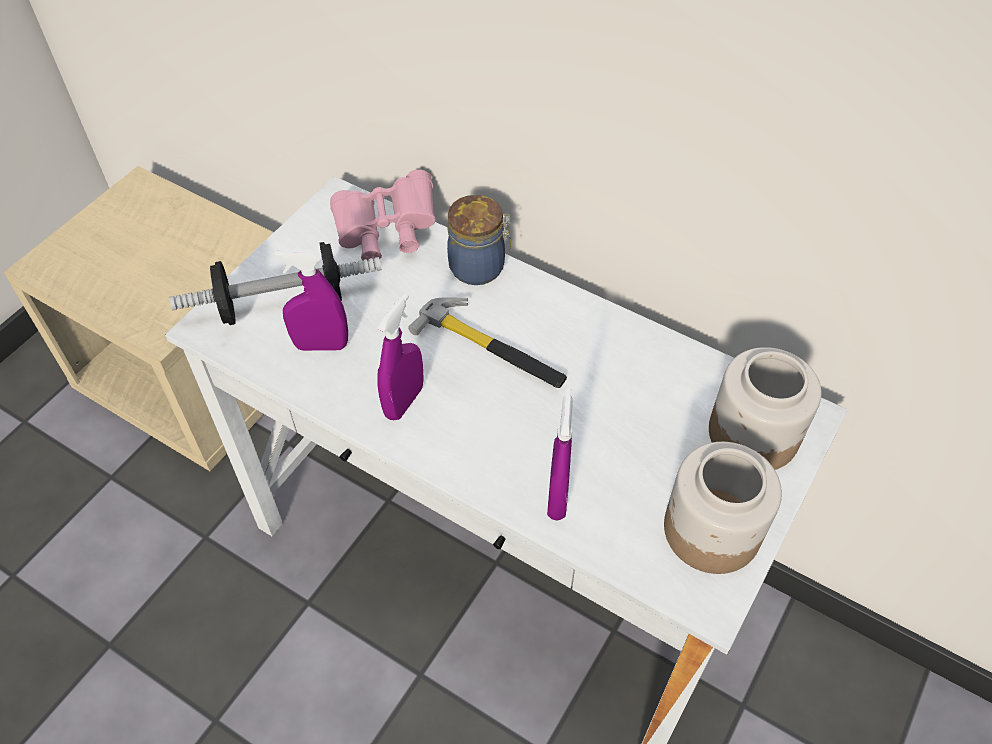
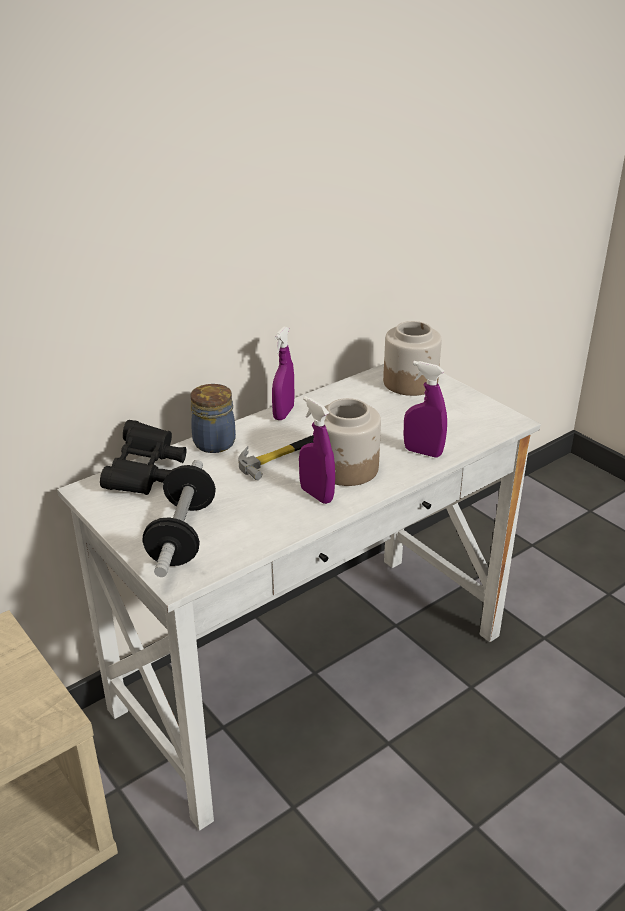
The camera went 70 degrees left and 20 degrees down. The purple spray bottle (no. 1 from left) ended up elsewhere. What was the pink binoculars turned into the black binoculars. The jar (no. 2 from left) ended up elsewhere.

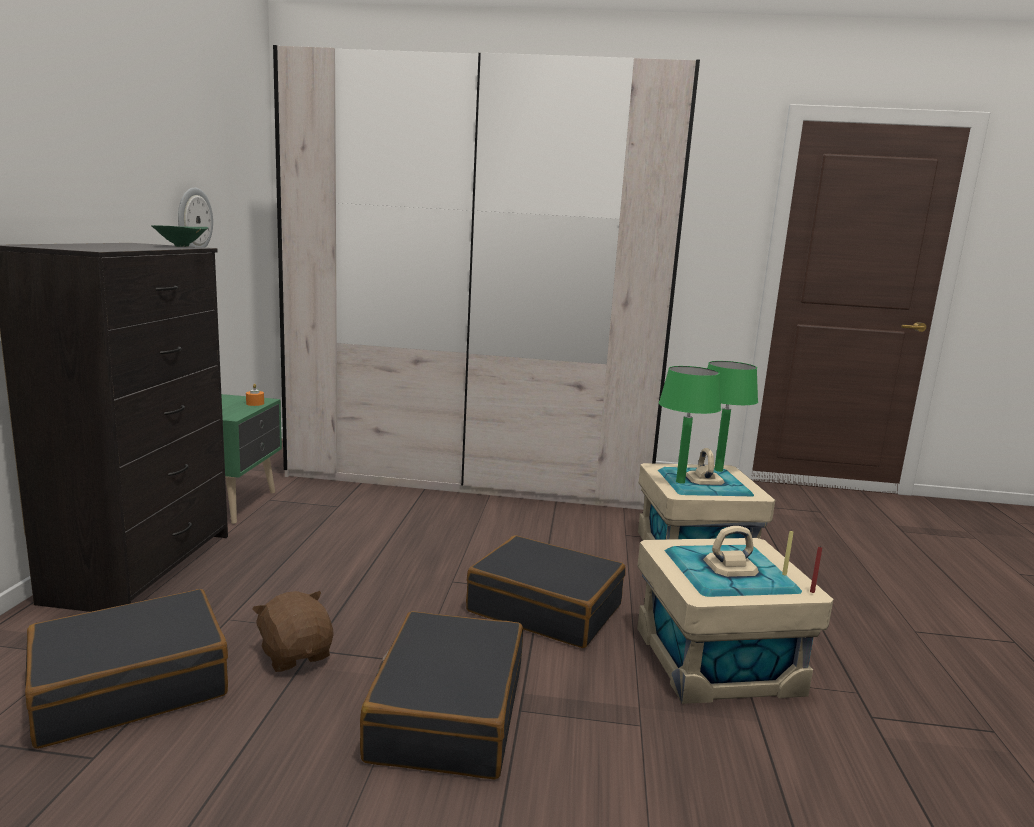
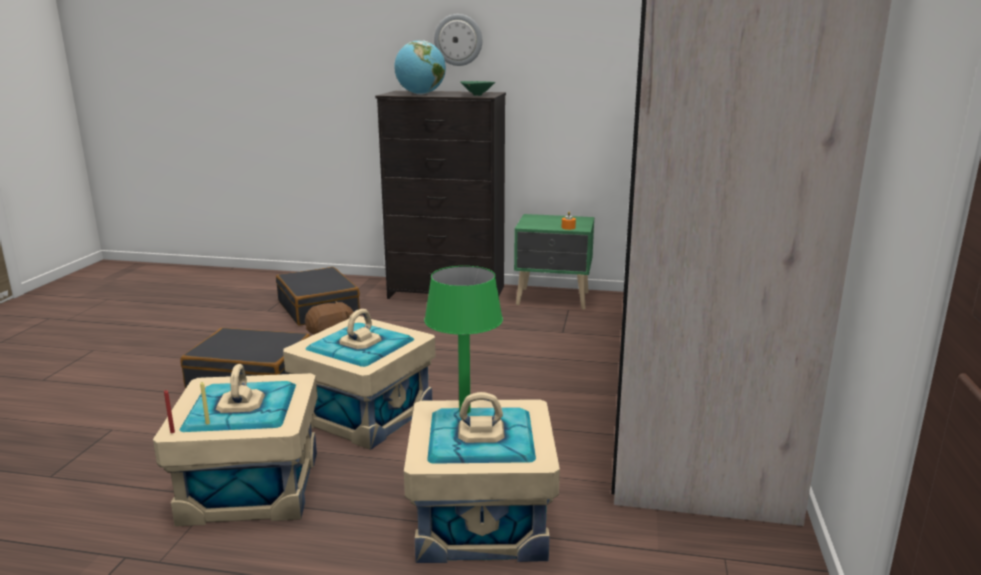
The camera went 95 degrees right and 5 degrees up. The wall clock ended up elsewhere. Where the black suitcase (no. 3 from left) stood, the beige storage box (no. 2 from left) came to stand. The second view lost the green table lamp (no. 2 from left). The second view gained the globe.

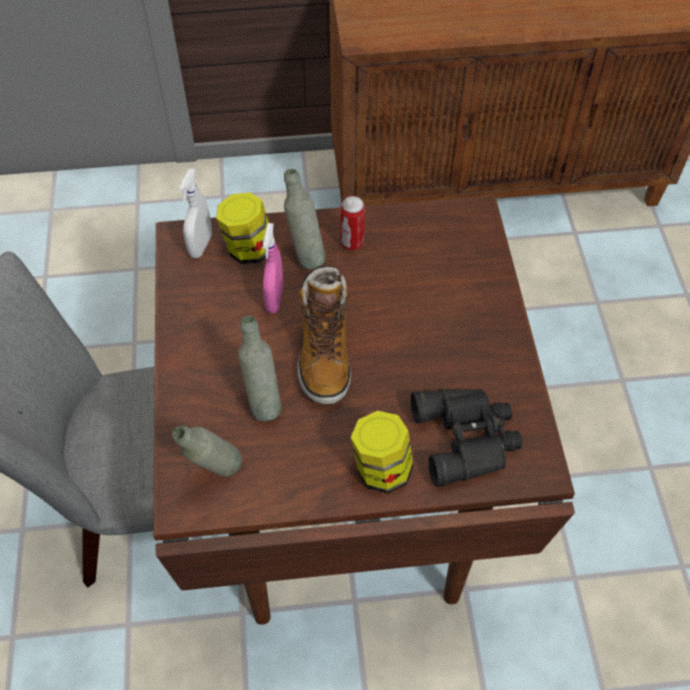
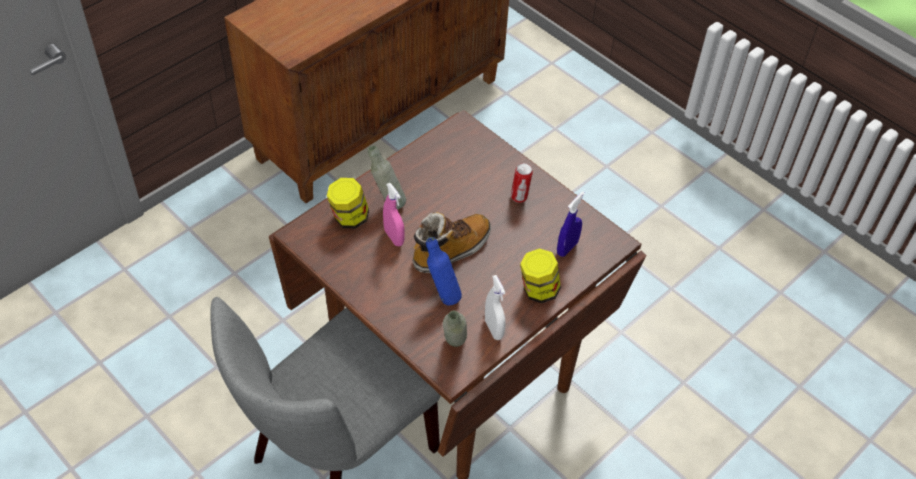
The camera went 40 degrees left and 5 degrees down. The white spray bottle ended up elsewhere. What was the grey bottle (no. 2 from left) turned into the blue bottle. The boot ended up facing another way, 90 degrees counterclockwise from before. The can ended up elsewhere. Where the black binoculars stood, the blue spray bottle came to stand.

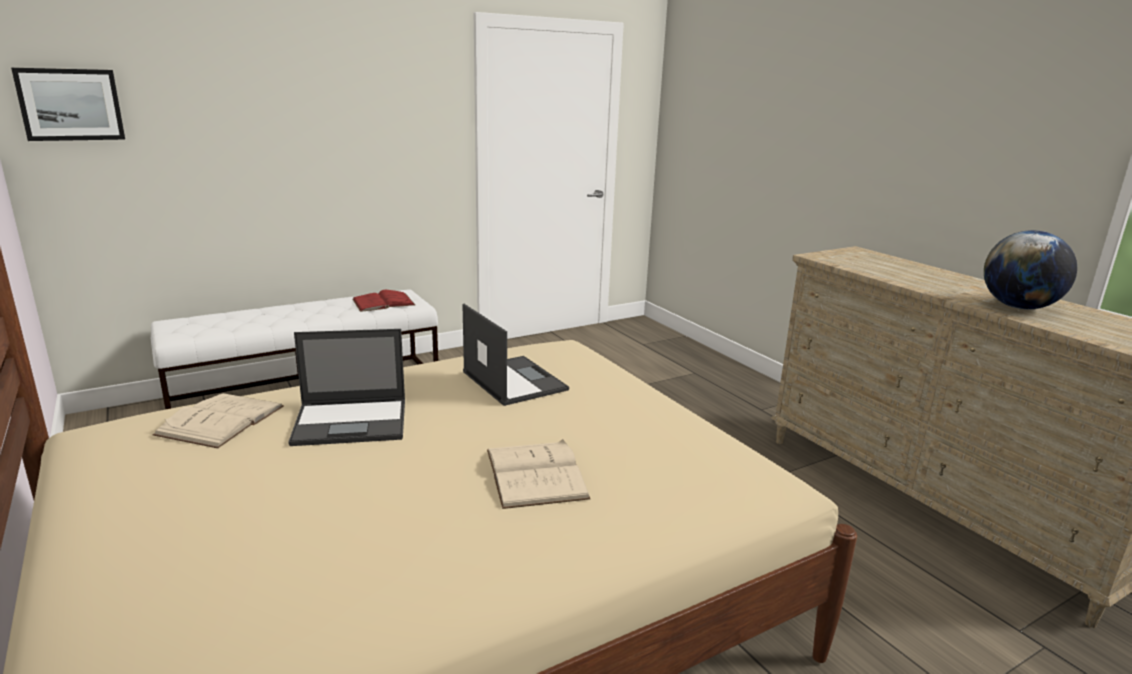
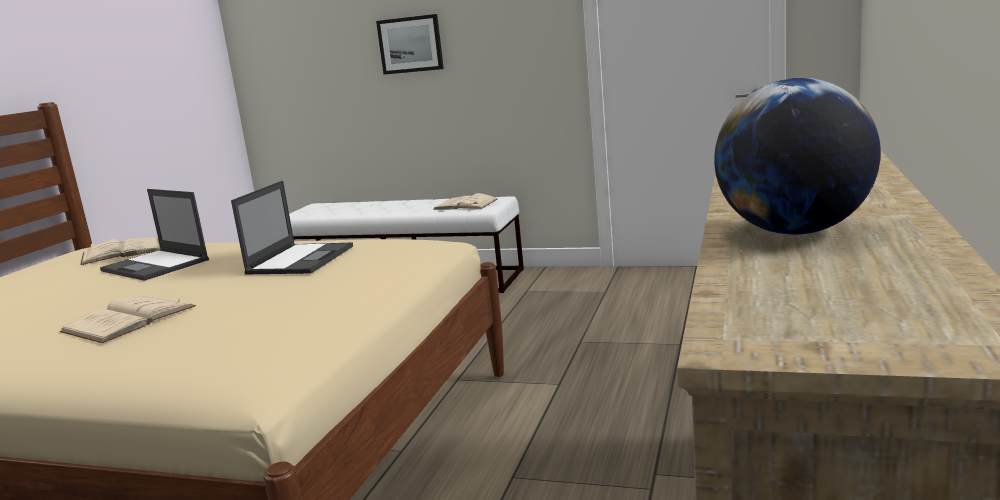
The camera went 50 degrees right and 5 degrees down. The picture ended up elsewhere. What was the red book turned into the beige book (no. 3 from left).

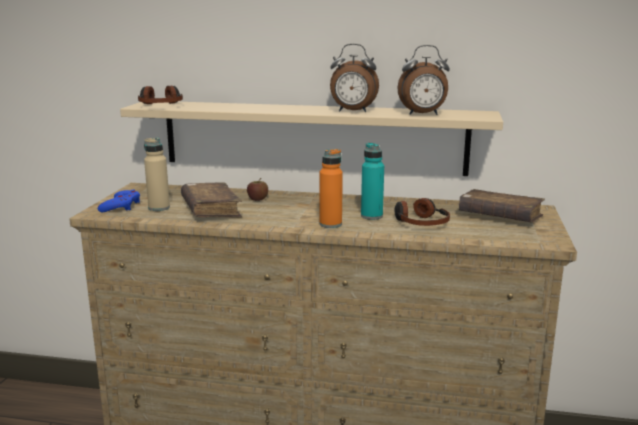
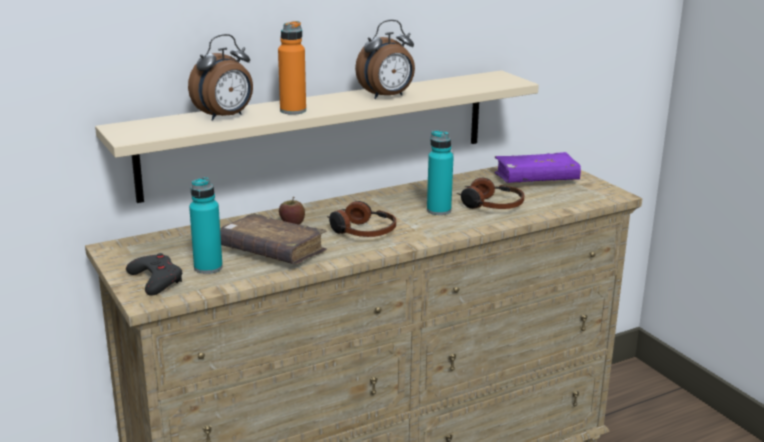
The camera went 40 degrees left and 5 degrees up. What was the blue game controller turned into the black game controller. The headphones (no. 1 from left) ended up elsewhere. What was the beige bottle turned into the turquoise bottle (no. 1 from left). The orange bottle ended up elsewhere. The alarm clock (no. 2 from left in the first image) ended up elsewhere. What was the brown book (no. 2 from left) turned into the purple book.

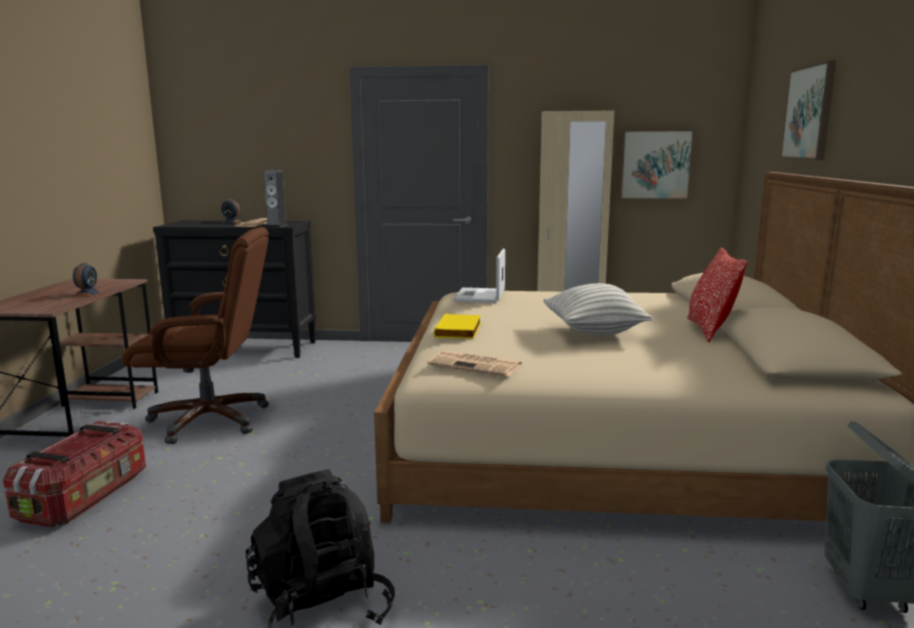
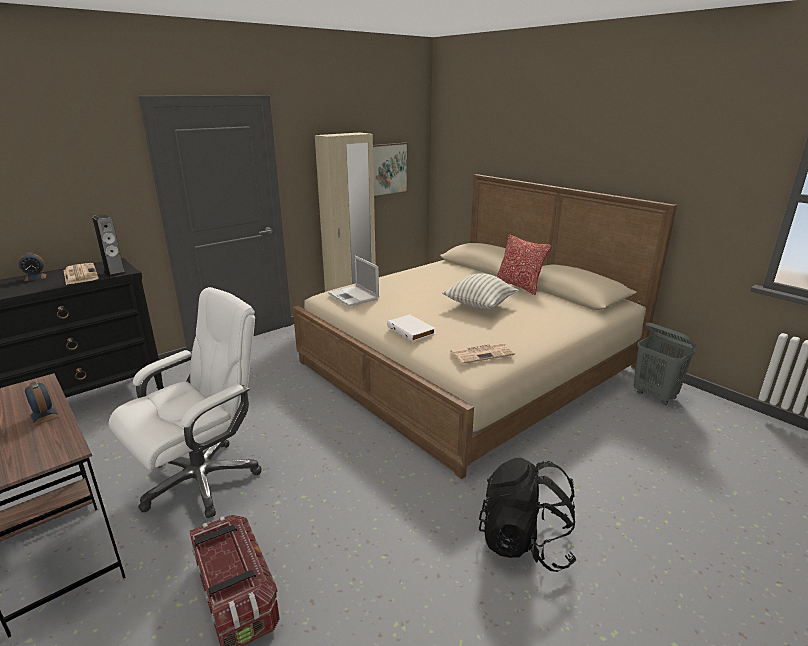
The camera went 45 degrees left and 10 degrees up. What was the brown office chair turned into the white office chair. What was the yellow book turned into the white book. The second view lost the picture (no. 2 from left).

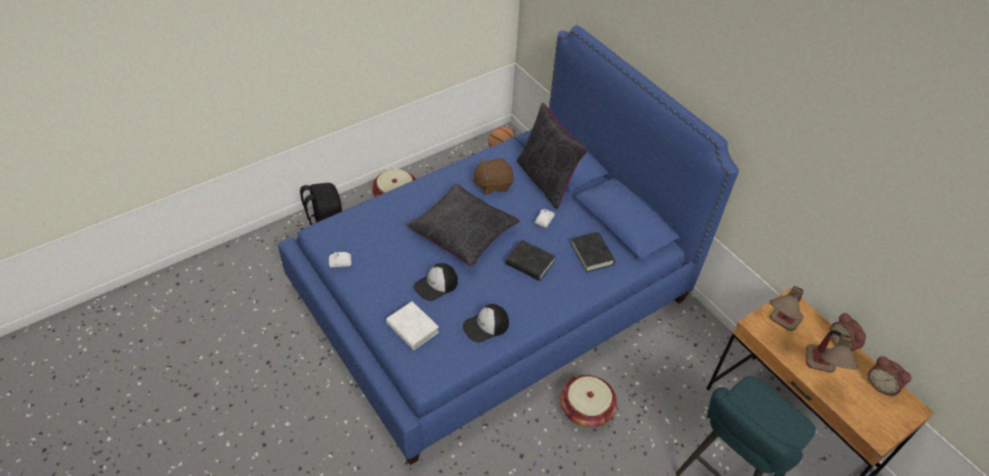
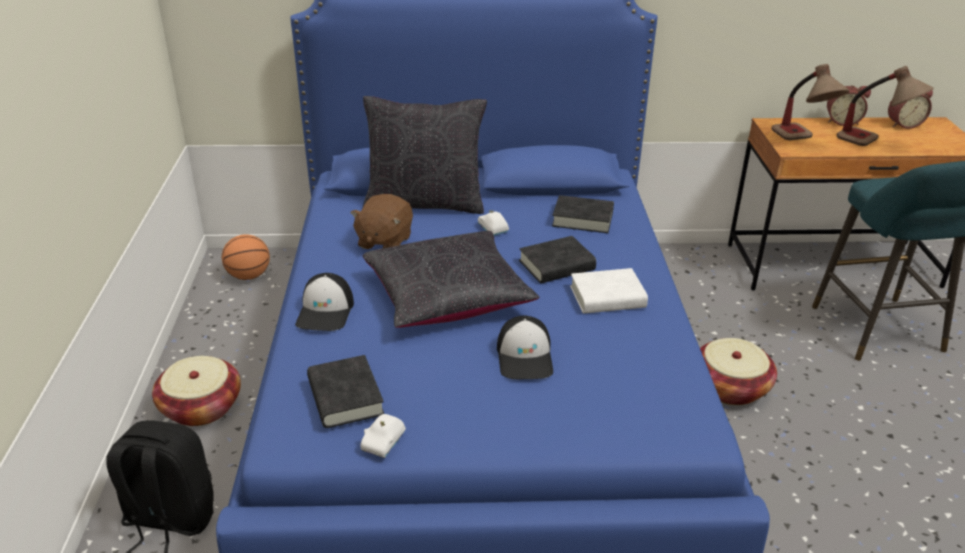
The camera went 55 degrees left and 15 degrees down. The white book ended up elsewhere. The cap (no. 2 from left in the first image) ended up elsewhere. The second view gained the black book (no. 1 from left).

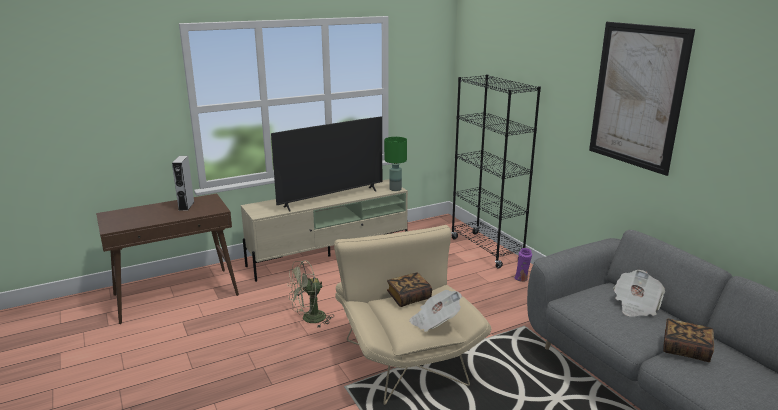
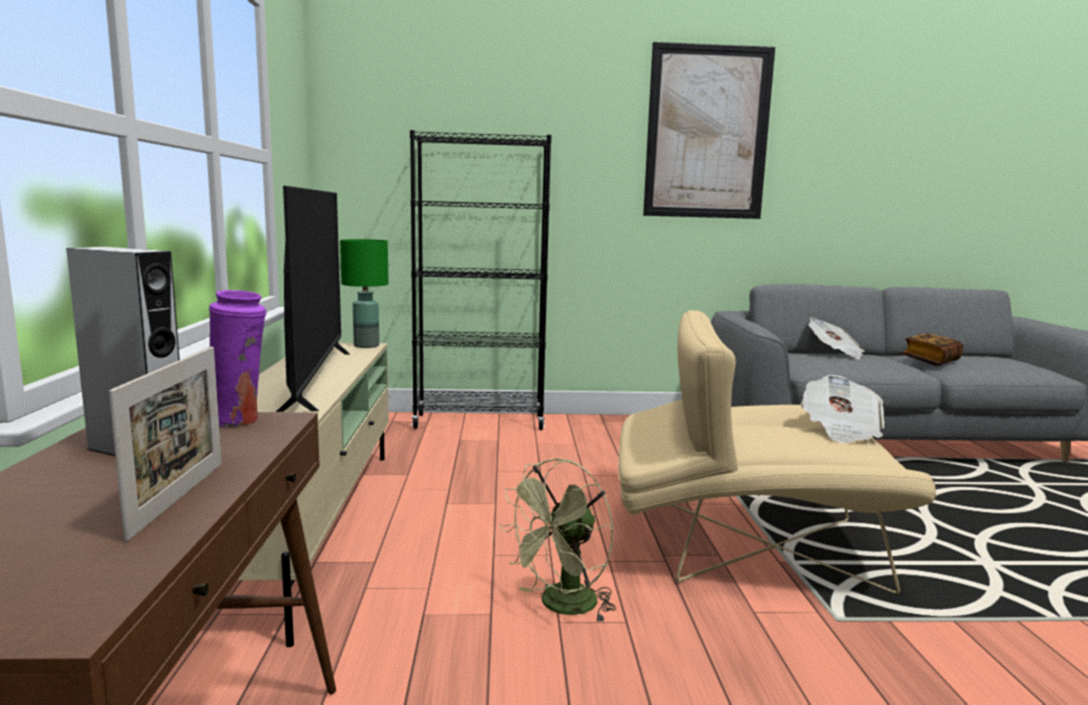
The camera went 65 degrees left and 10 degrees down. The green fan ended up facing another way, 45 degrees clockwise from before. The second view lost the book (no. 1 from left). The purple vase ended up elsewhere. The second view gained the picture frame.

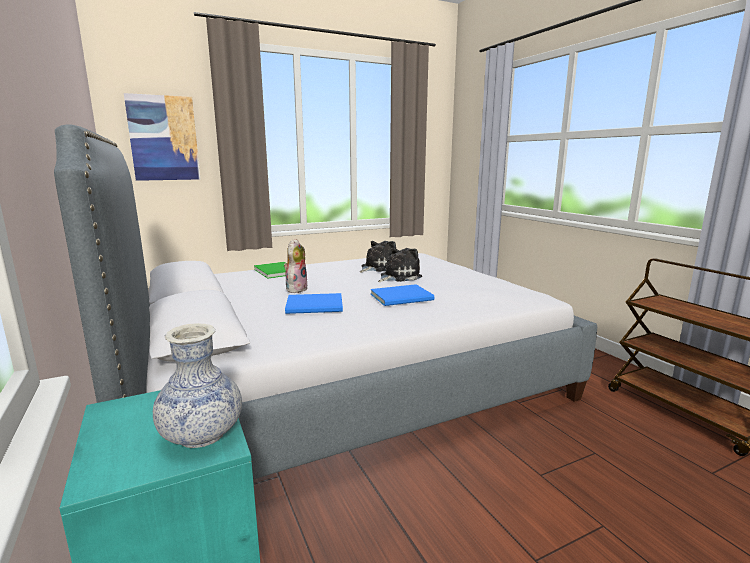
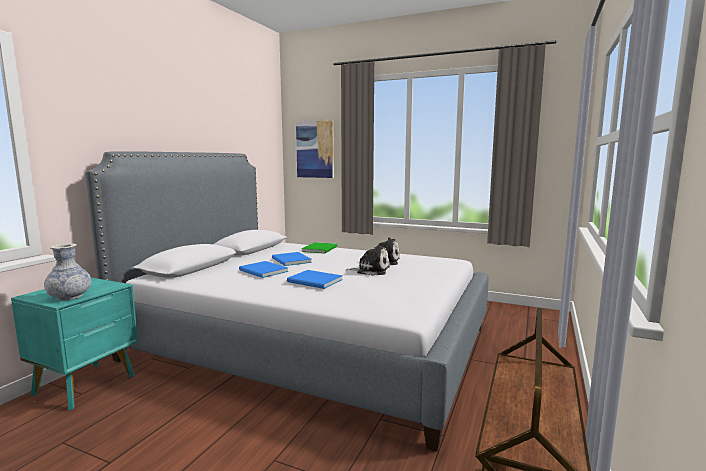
The camera went 50 degrees right and 5 degrees down. Where the plush toy (no. 1 from left) stood, the blue book (no. 2 from left) came to stand.

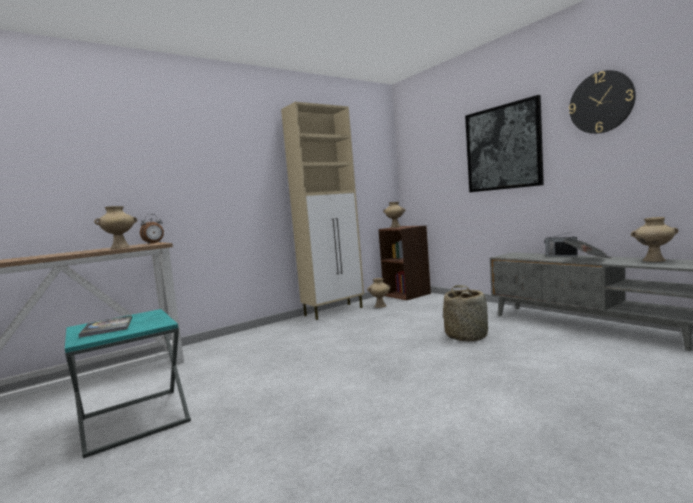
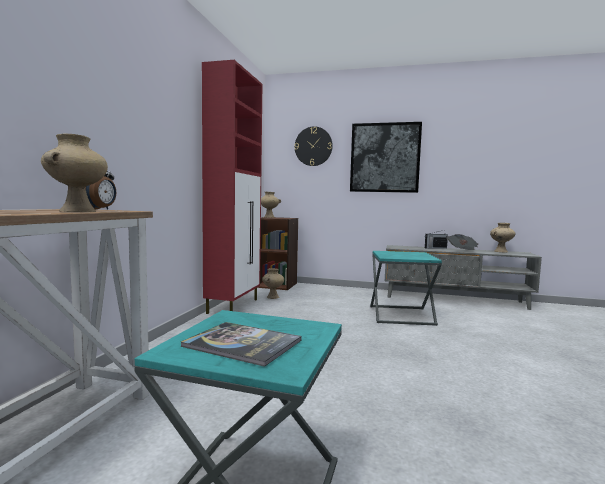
The camera went 40 degrees left and 0 degrees up. What was the beige cabinet turned into the red cabinet. Where the basket stood, the turquoise side table (no. 2 from left) came to stand. The wall clock ended up elsewhere.

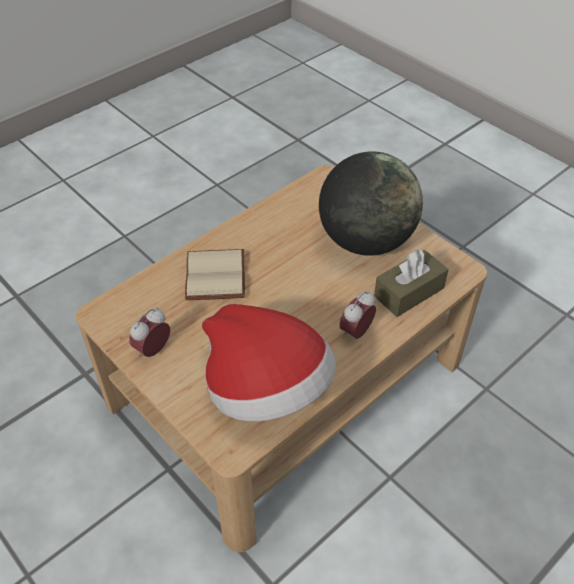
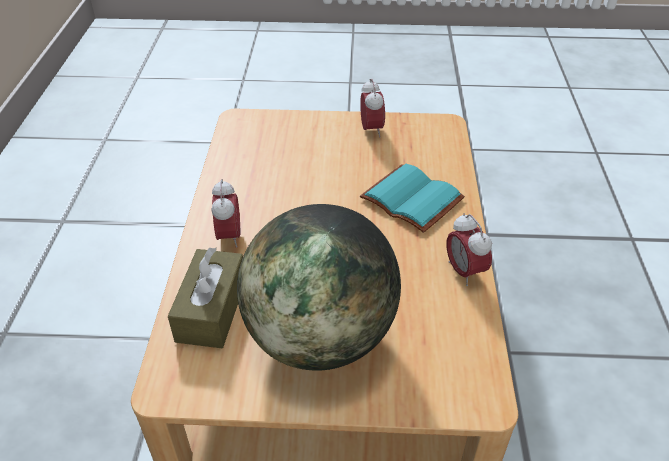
The camera went 135 degrees right and 5 degrees down. What was the beige book turned into the turquoise book. The second view lost the hat. The second view gained the alarm clock (no. 3 from left).

